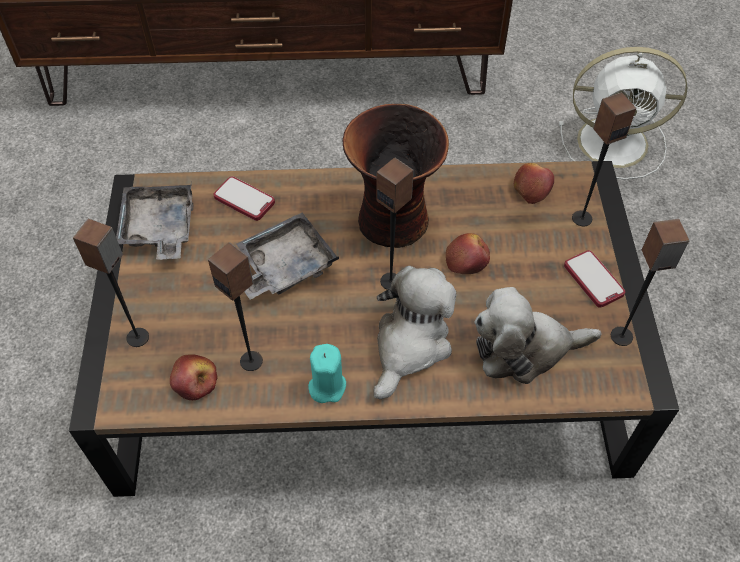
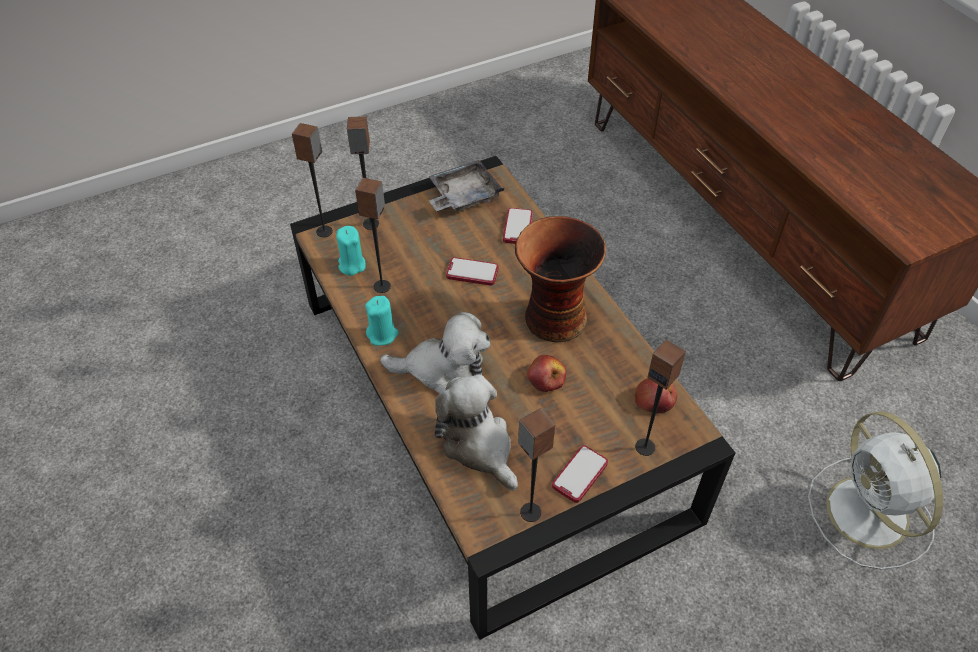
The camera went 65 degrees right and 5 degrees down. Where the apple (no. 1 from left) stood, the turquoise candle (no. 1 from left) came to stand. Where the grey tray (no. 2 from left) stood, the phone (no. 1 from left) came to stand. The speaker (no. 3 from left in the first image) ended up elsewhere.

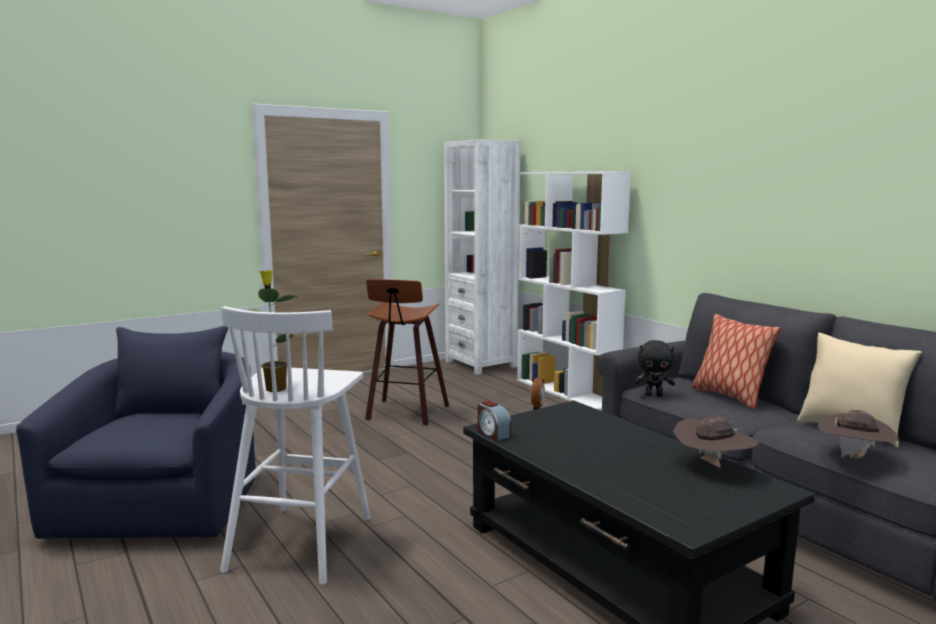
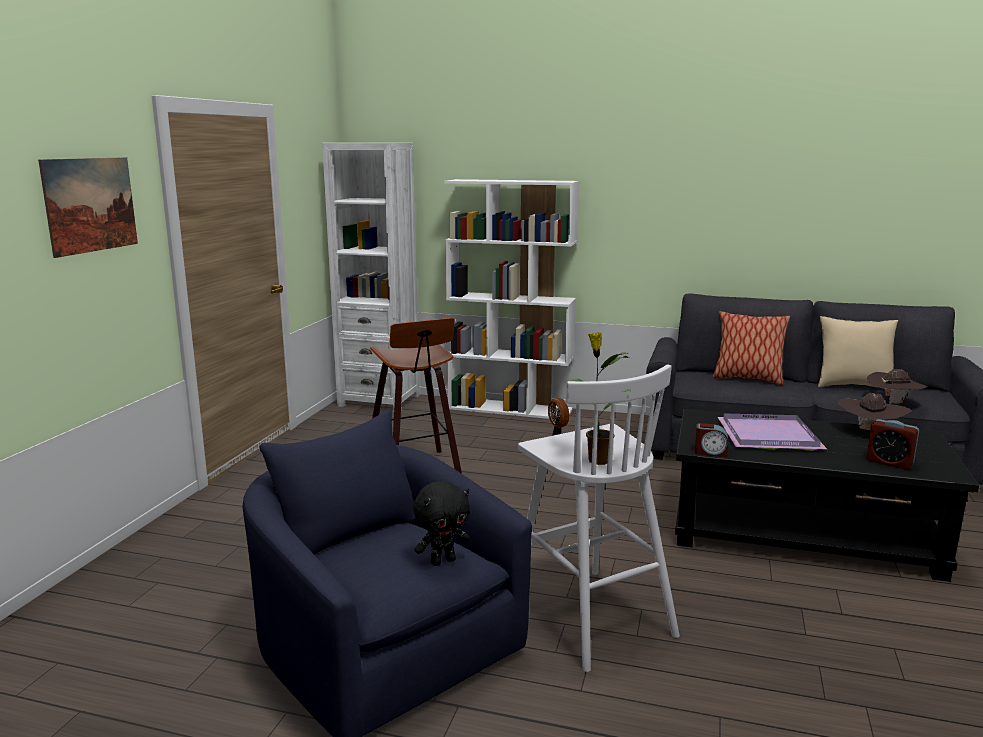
The camera went 40 degrees left and 5 degrees up. The black plush toy ended up elsewhere. The second view gained the picture. The second view gained the purple tray. The second view gained the alarm clock (no. 2 from left).

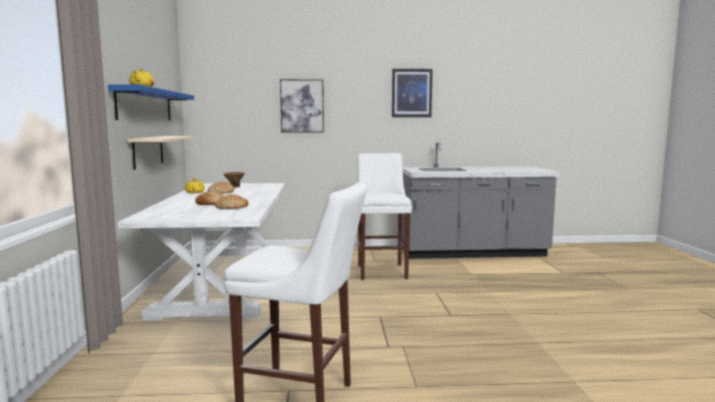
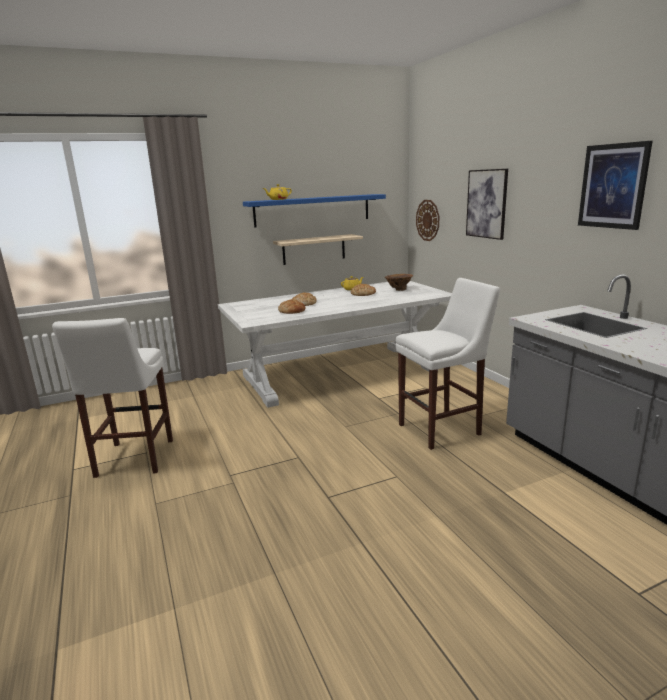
The camera went 70 degrees right and 10 degrees up. The second view gained the wall clock.

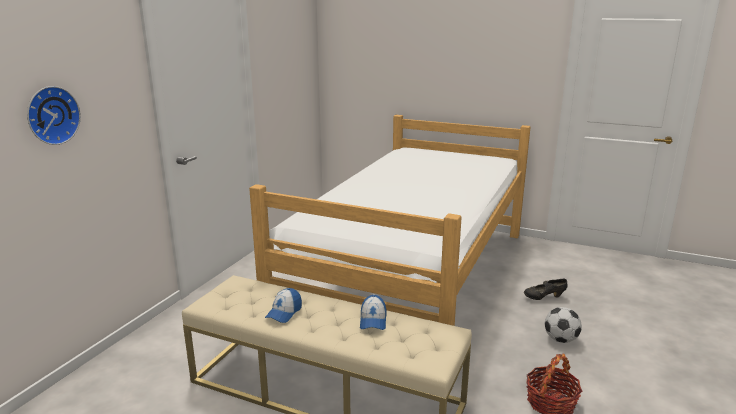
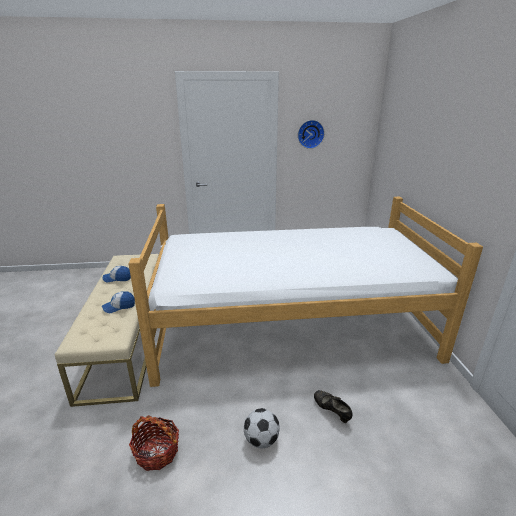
The camera went 60 degrees right and 5 degrees up. The wall clock ended up elsewhere.

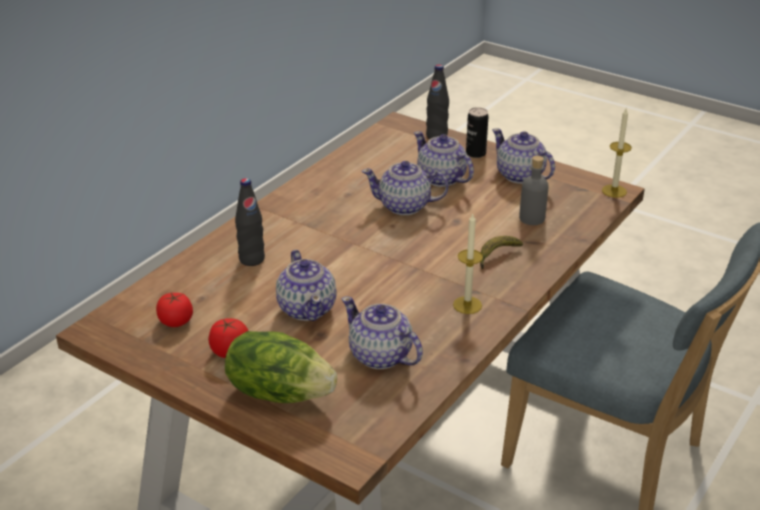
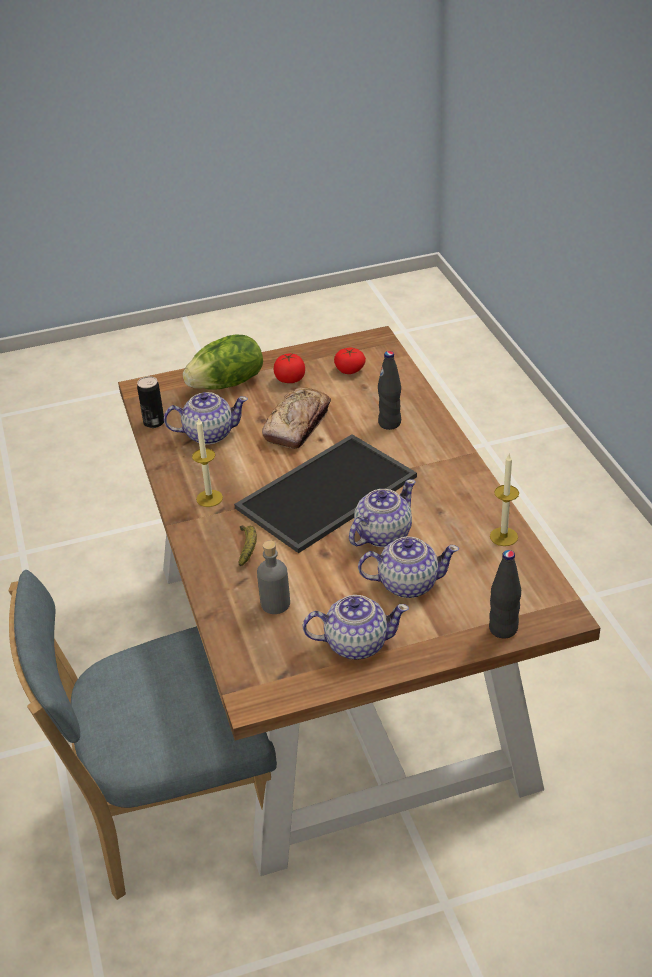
The camera went 130 degrees right and 5 degrees up. Where the teapot (no. 1 from left) stood, the bread came to stand. The can ended up elsewhere. The candle (no. 2 from left) ended up elsewhere. The second view gained the tray.

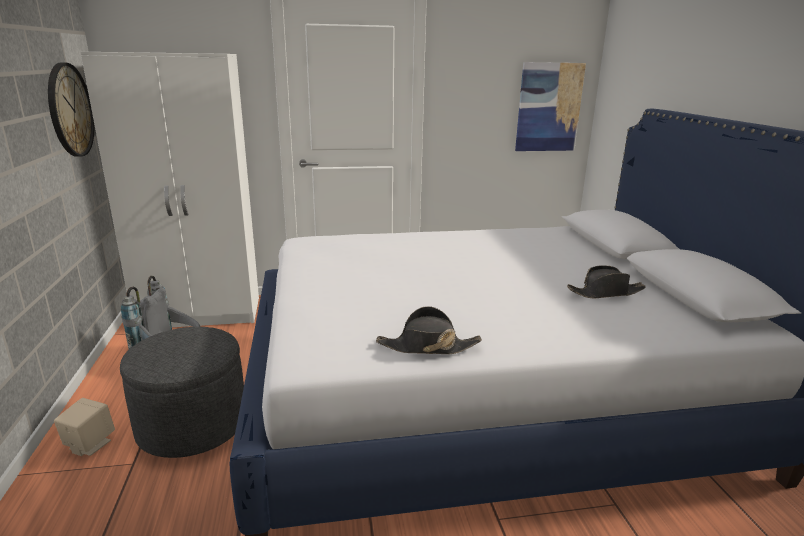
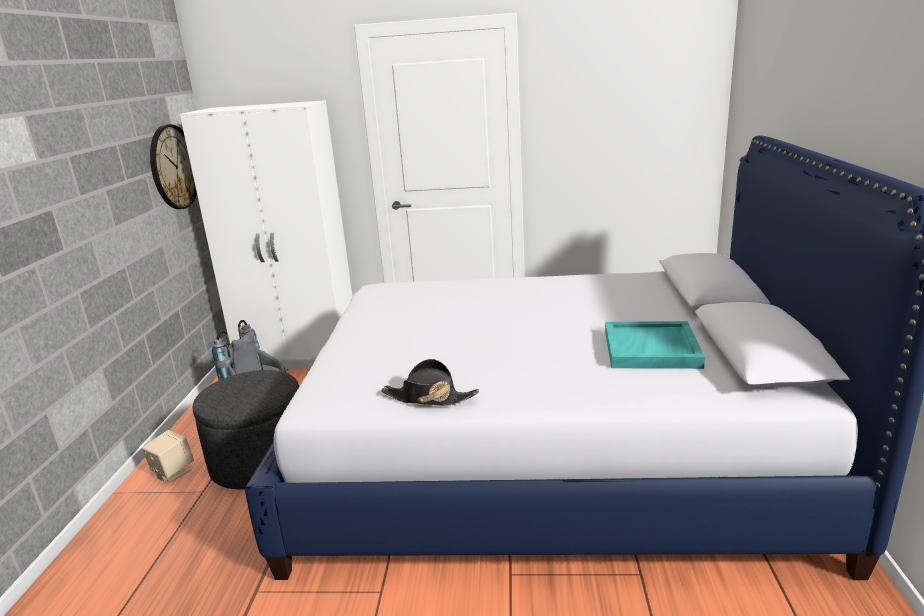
The camera went 15 degrees right and 0 degrees up. The second view lost the picture. Where the black hat (no. 2 from left) stood, the turquoise tray came to stand.

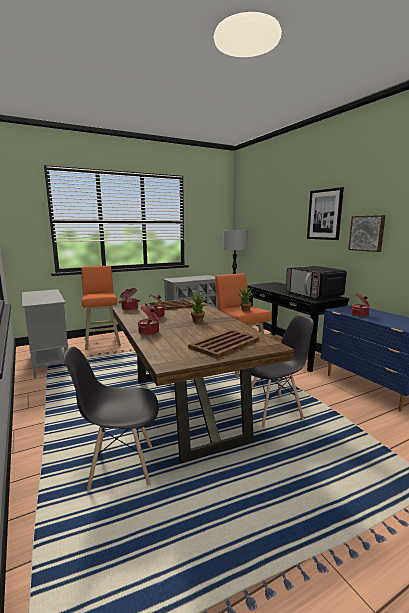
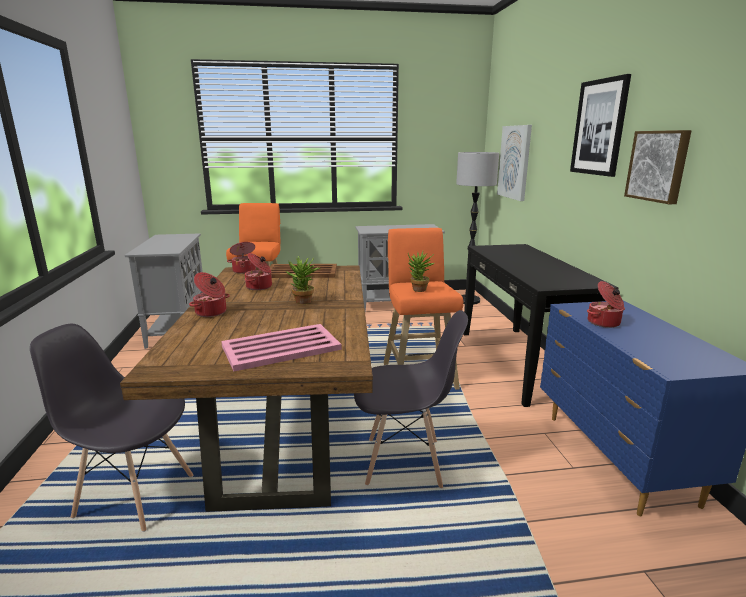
The camera went 20 degrees right and 5 degrees up. What was the brown tray (no. 2 from left) turned into the pink tray. The second view lost the microwave. The second view gained the picture (no. 1 from left).

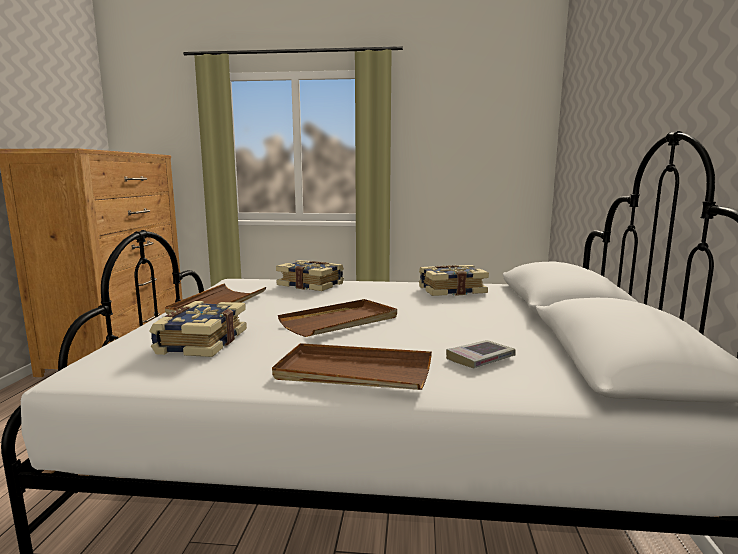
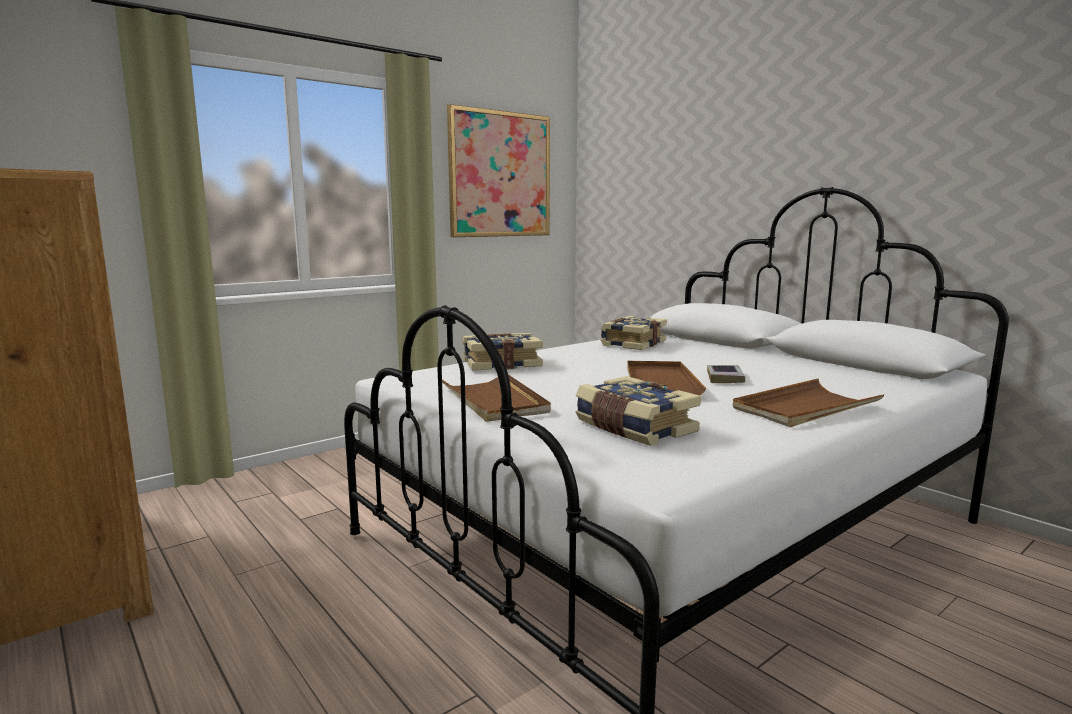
The camera went 45 degrees left and 0 degrees up. The book (no. 4 from left) ended up elsewhere. The second view gained the picture.

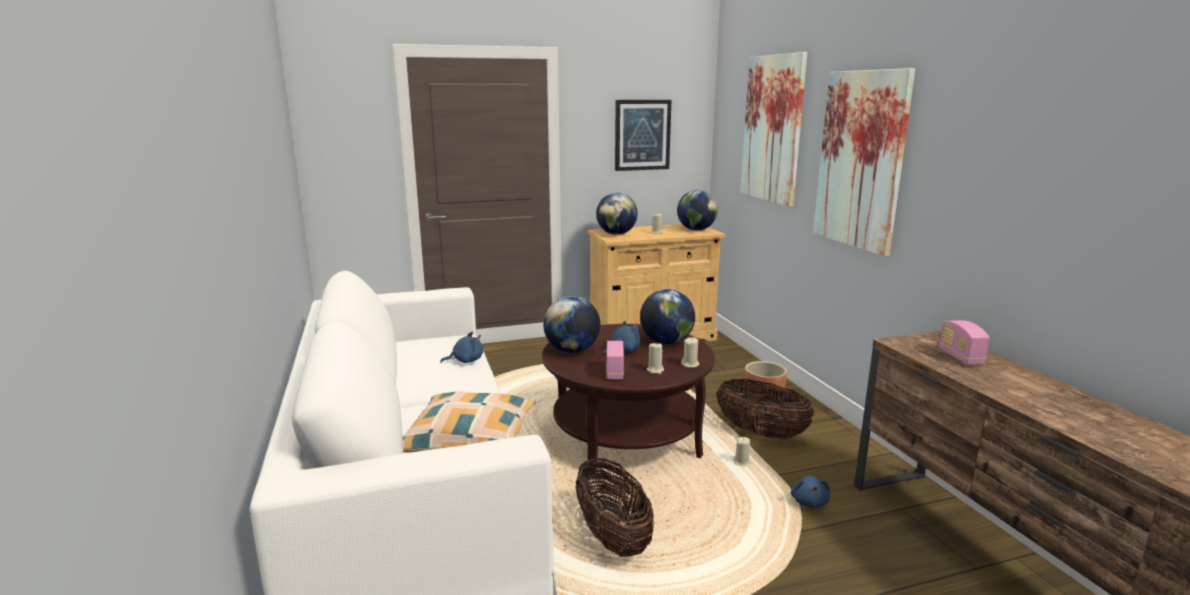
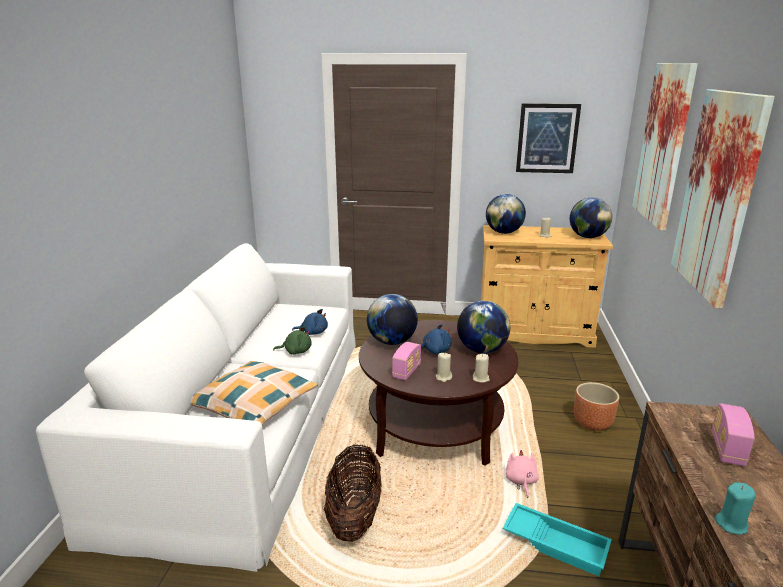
The camera went 25 degrees right and 5 degrees up. The second view lost the basket (no. 2 from left). Where the beige candle (no. 4 from left) stood, the pink plush toy came to stand. Where the blue plush toy (no. 3 from left) stood, the turquoise tray came to stand. The second view gained the green plush toy. The second view gained the turquoise candle.

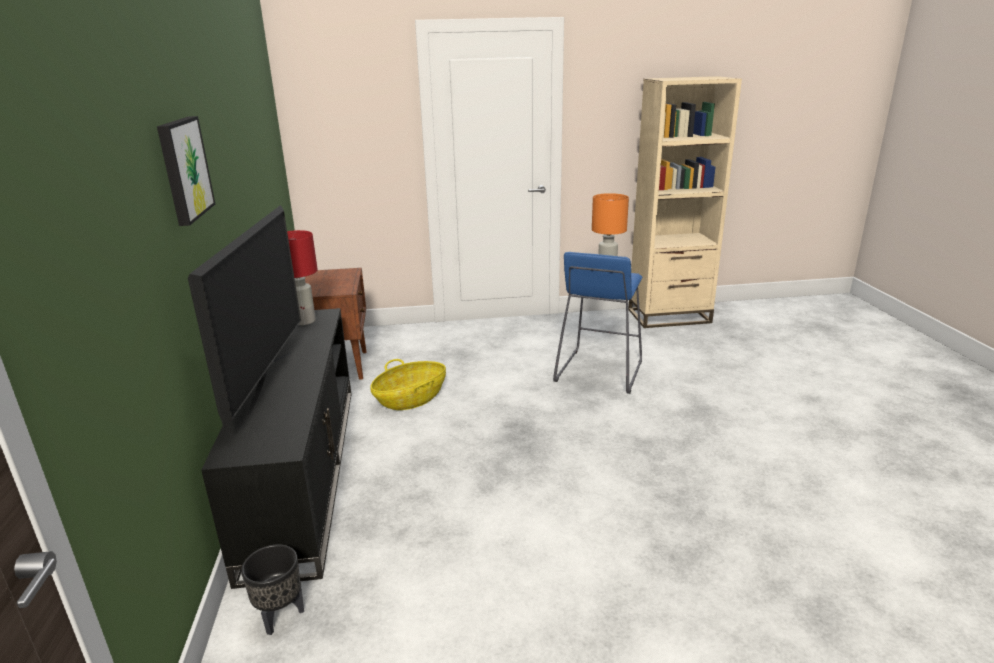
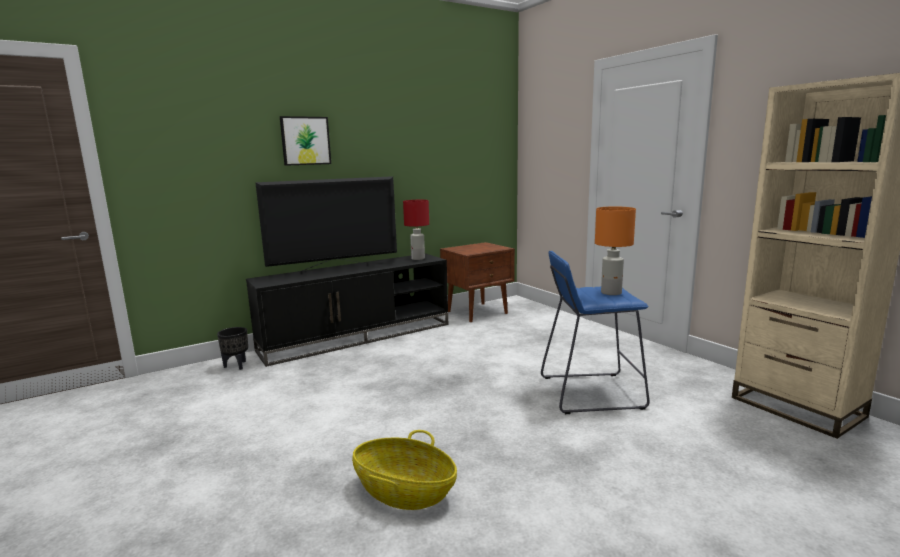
The camera went 65 degrees right and 10 degrees down. The basket ended up elsewhere.

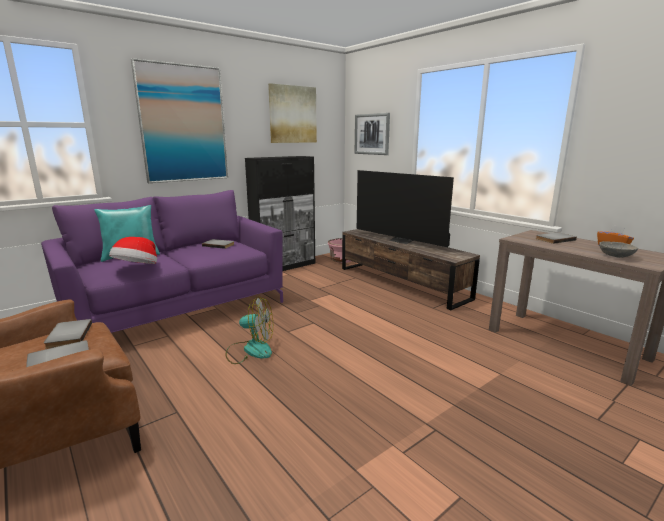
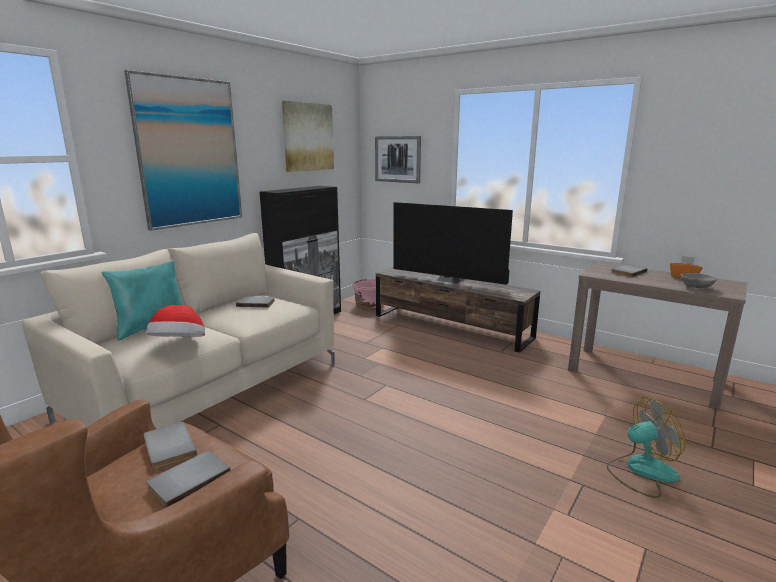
The camera went 15 degrees left and 0 degrees up. What was the purple sofa turned into the beige sofa. The fan ended up elsewhere.

